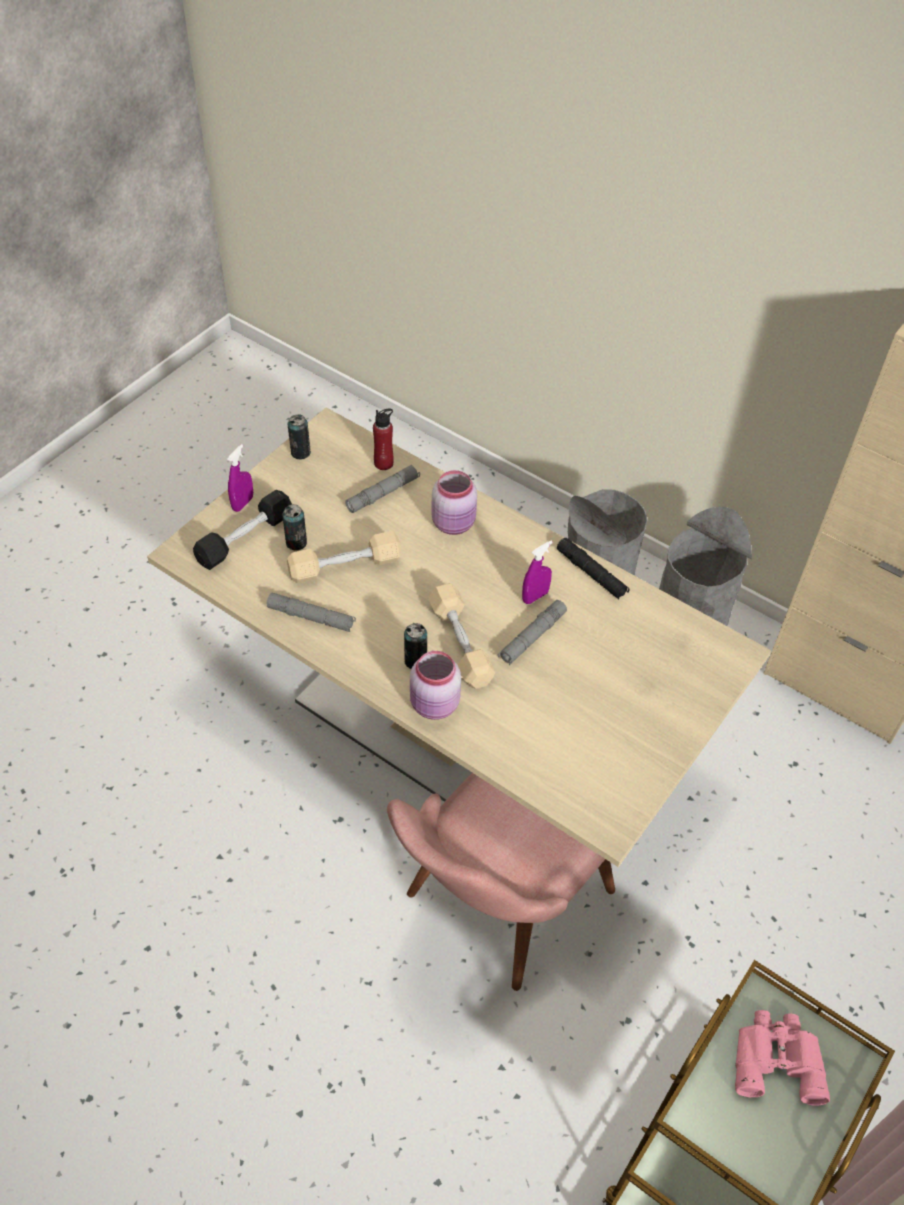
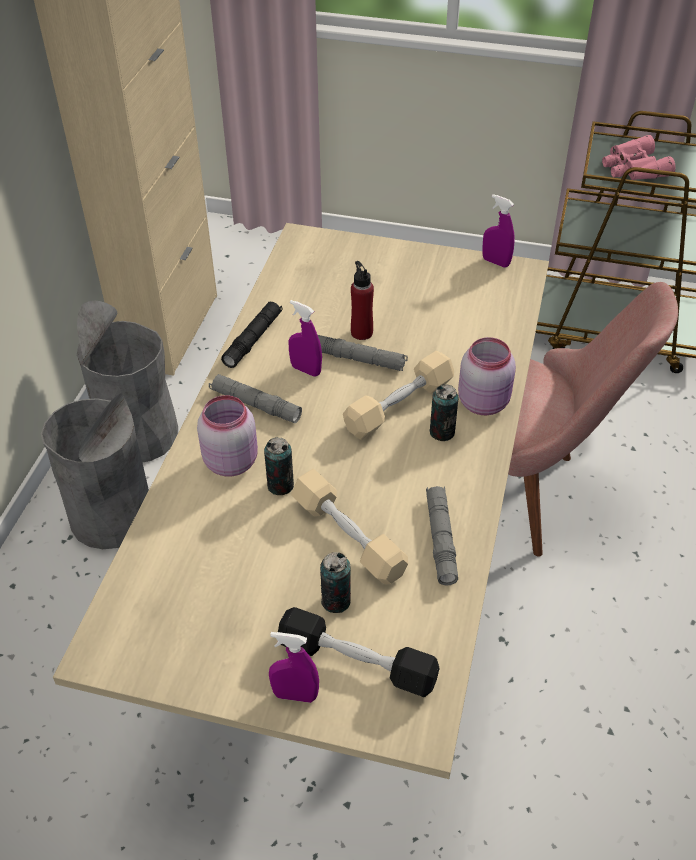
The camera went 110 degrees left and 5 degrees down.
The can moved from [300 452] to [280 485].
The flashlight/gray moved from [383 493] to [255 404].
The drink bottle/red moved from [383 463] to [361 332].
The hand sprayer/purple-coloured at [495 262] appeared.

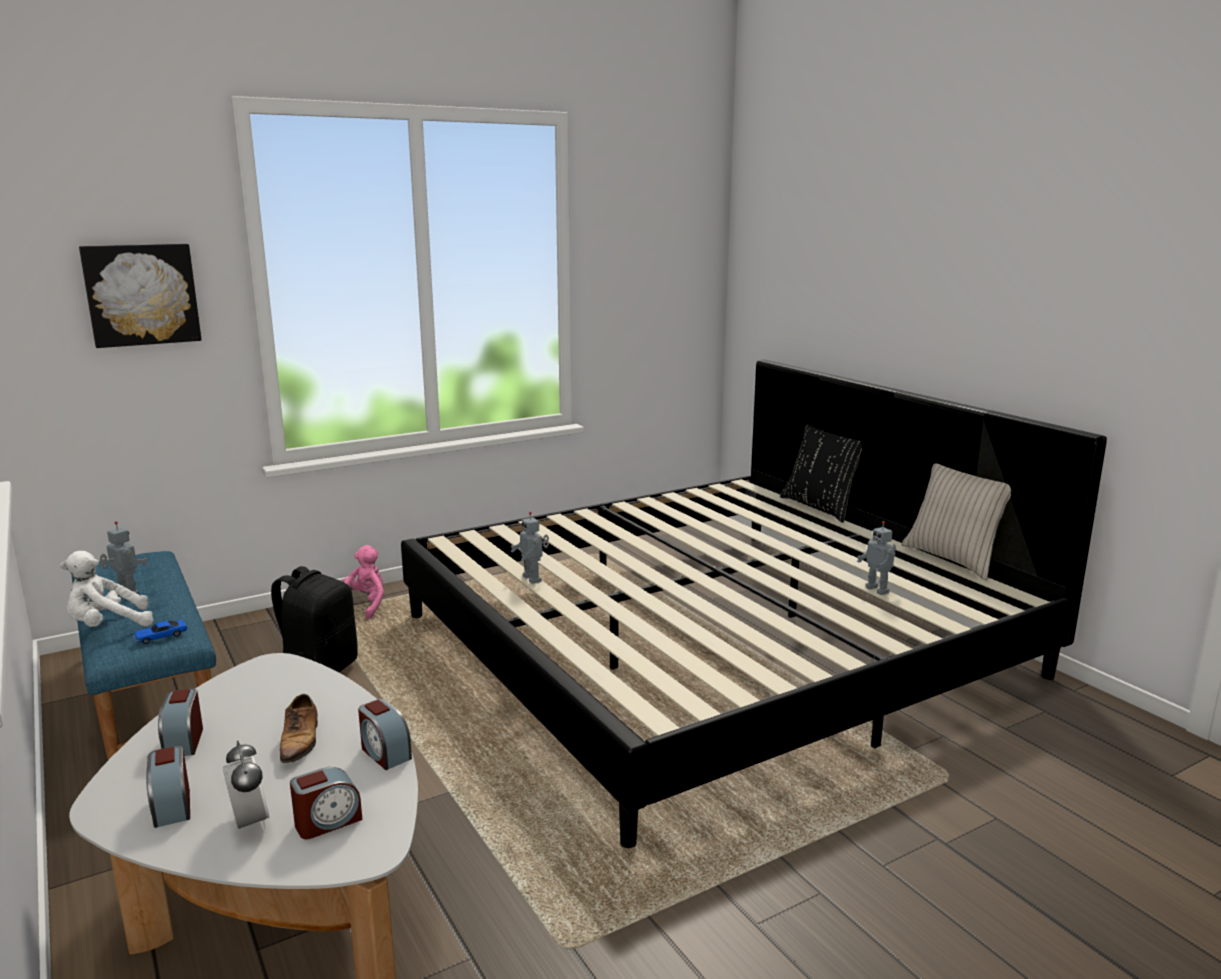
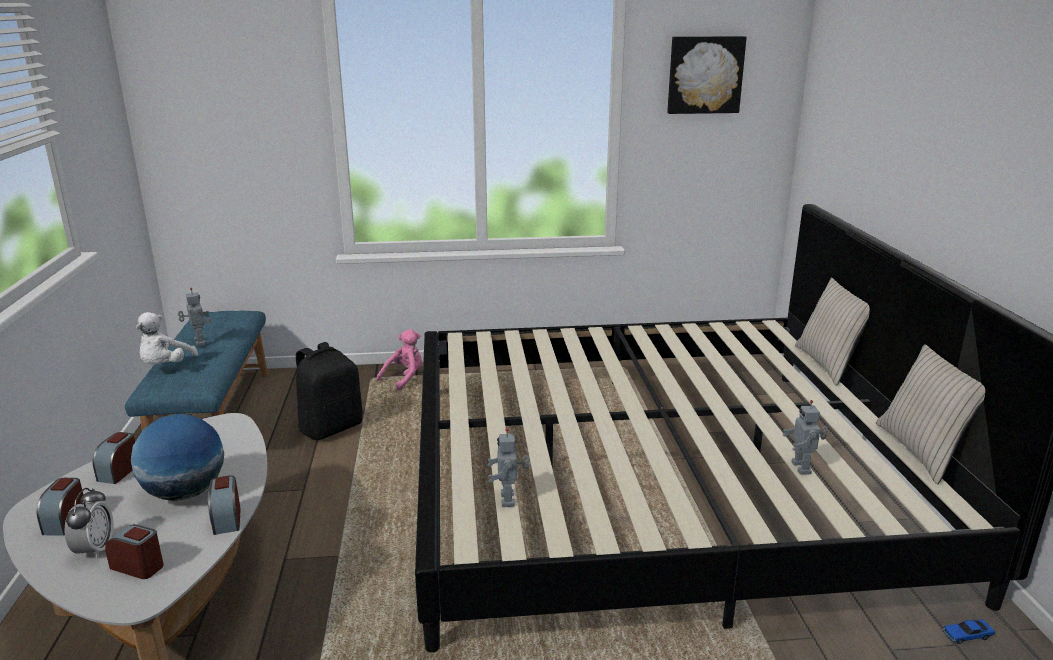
The camera went 25 degrees right and 5 degrees up.
The plush toy/white at [108 626] turned 75 degrees counterclockwise.
The wall art moved from [141 294] to [705 75].
The toy car moved from [161 636] to [967 635].
The item of footwear at [300 741] was replaced by the globe at [185 493].
The table clock at [328 822] turned 150 degrees counterclockwise.
The toy robot moved from [533 579] to [509 499].
The pillow/blackish at [821 507] became the pillow/sand-coloured at [828 364].

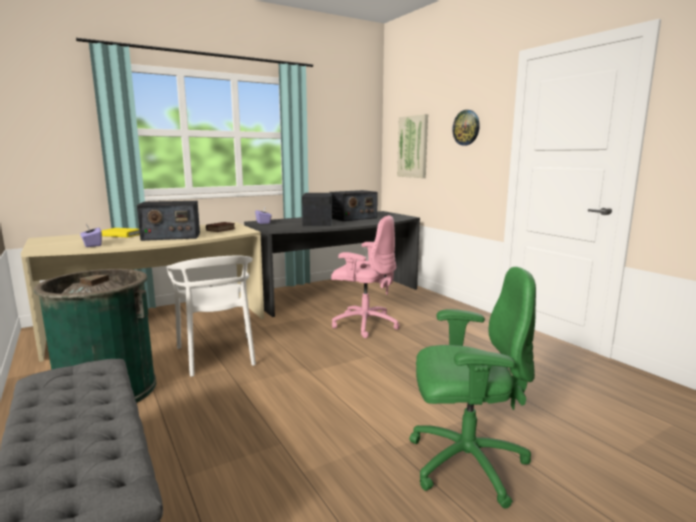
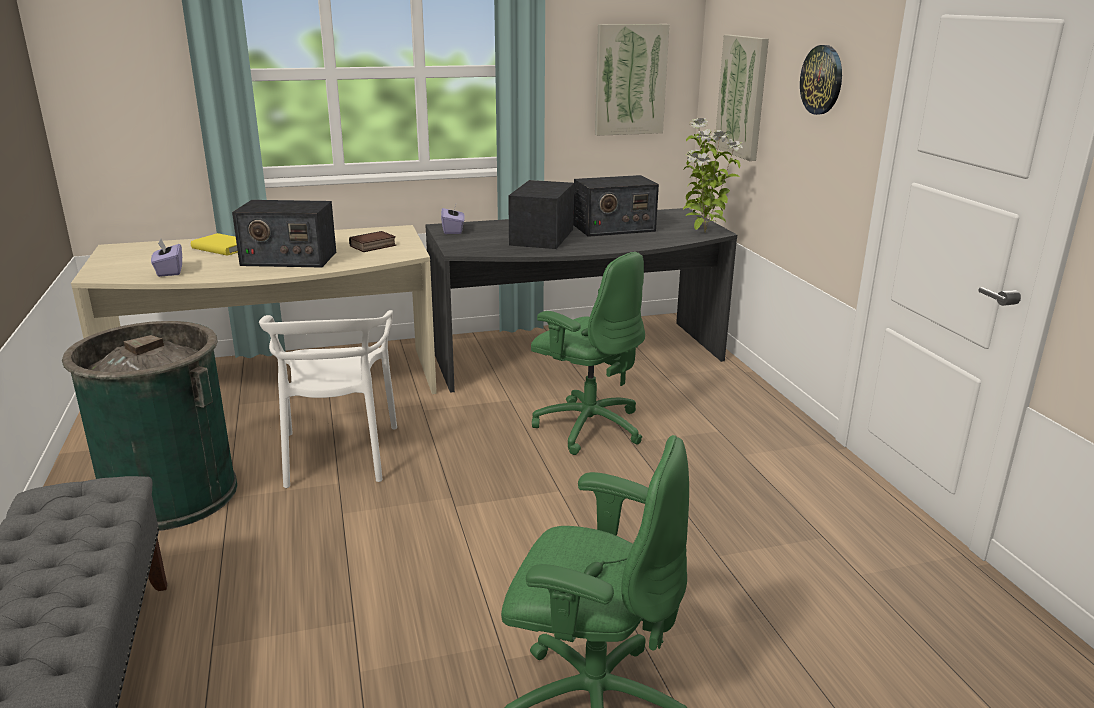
The camera went 15 degrees right and 10 degrees up.
The desk chair/pinkish at [364 324] became the desk chair/greenish at [588 426].
The wall art at [630 80] appeared.
The houseplant at [703 233] appeared.

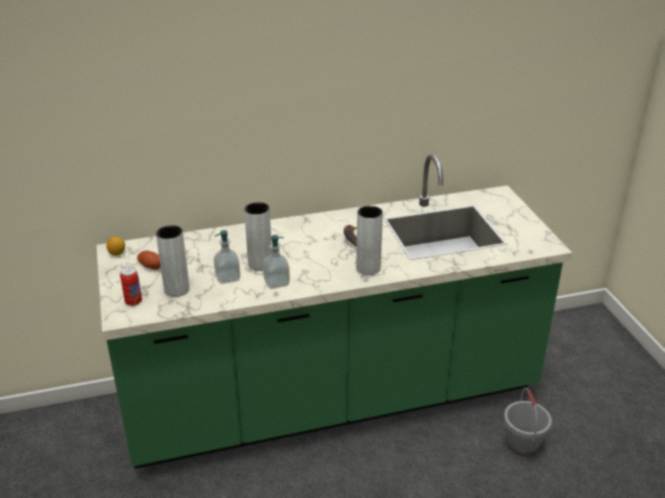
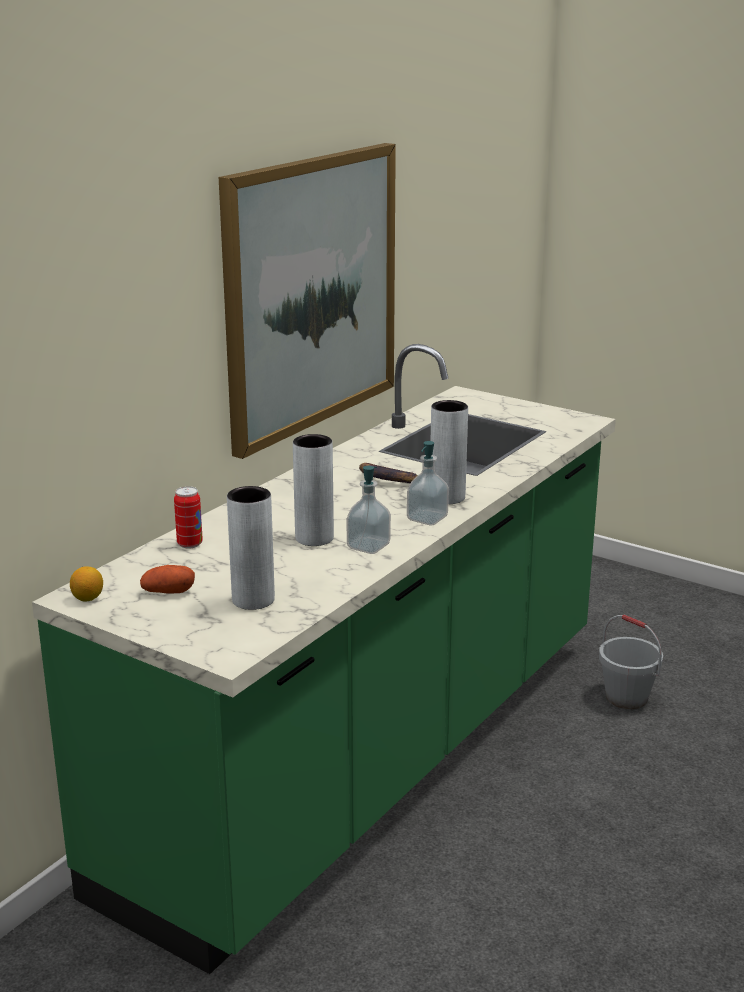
The camera went 40 degrees left and 10 degrees down.
The can moved from [133 302] to [190 544].
The soap dispenser moved from [227 277] to [427 518].
The wall art at [311 293] appeared.

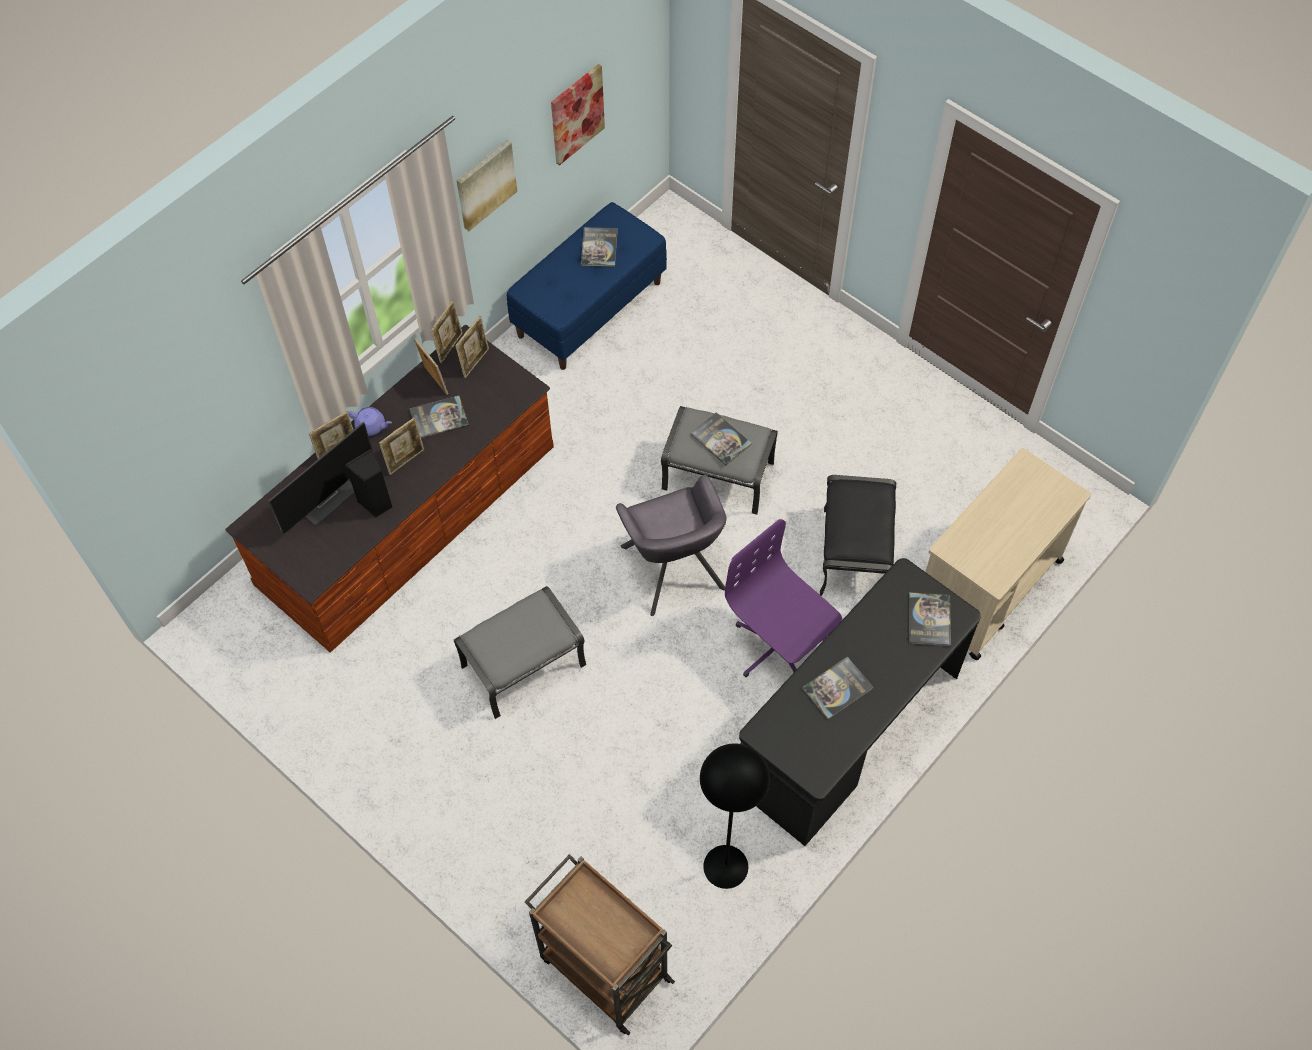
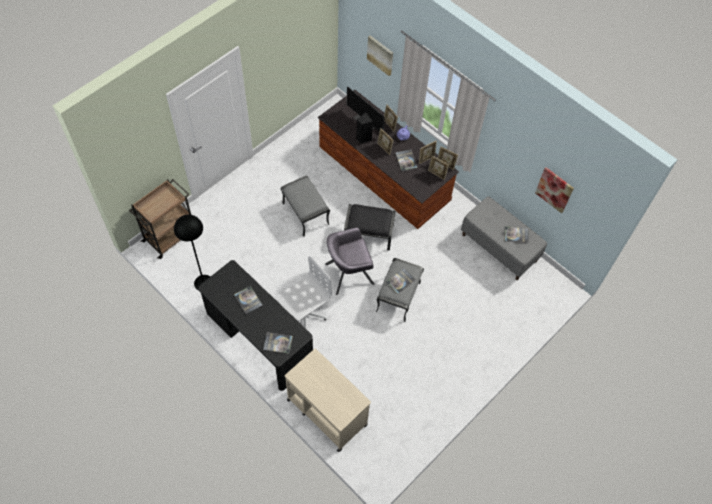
The camera went 90 degrees right and 0 degrees up.
The wall art moved from [485 184] to [380 55].
The indoor bench/bluish at [589 308] became the indoor bench/gray at [499 247].
The desk chair/purple-coloured at [779 647] became the desk chair/white at [304 314].
The ottoman/blackish moved from [855 554] to [368 235].

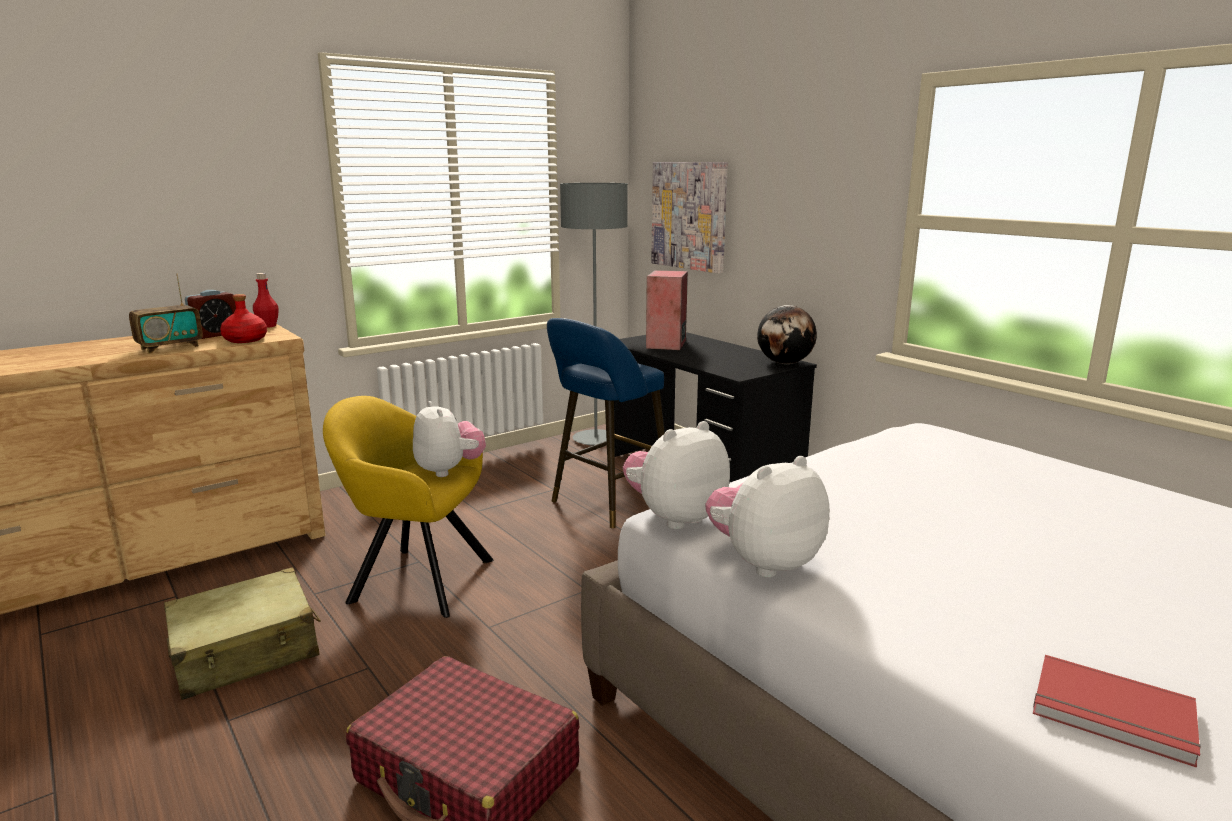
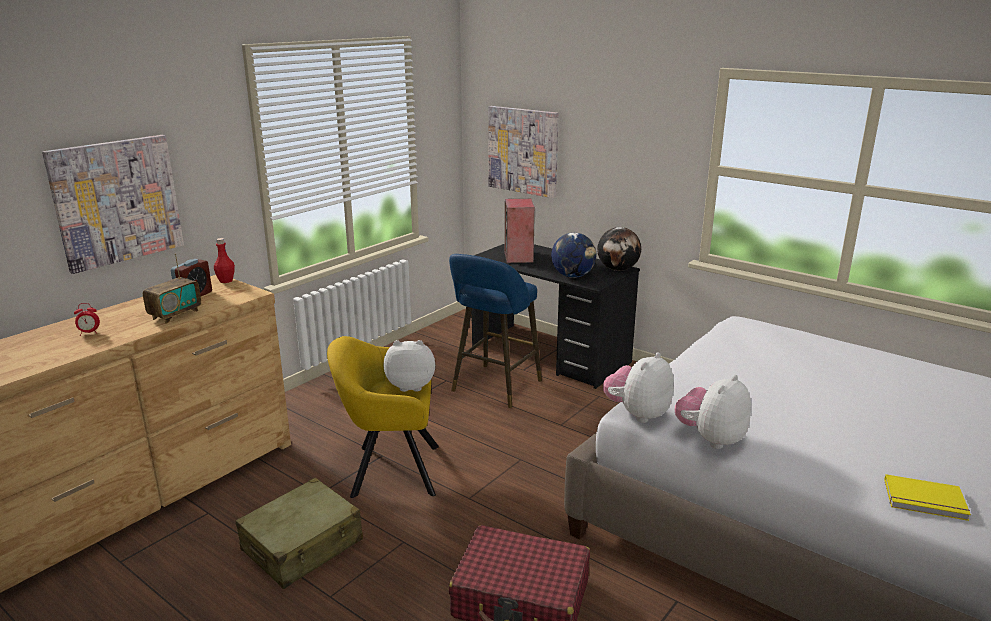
The camera went 15 degrees left and 5 degrees up.
The drink bottle/red at [245 340] disappeared.
The plush toy at [449 470] turned 45 degrees counterclockwise.
The standard lamp/gray at [596 440] disappeared.
The volume/red at [1113 715] became the volume/yellow-coloured at [925 501].
The wall art at [117 201] appeared.
The table clock at [89 333] appeared.
The globe at [573 276] appeared.

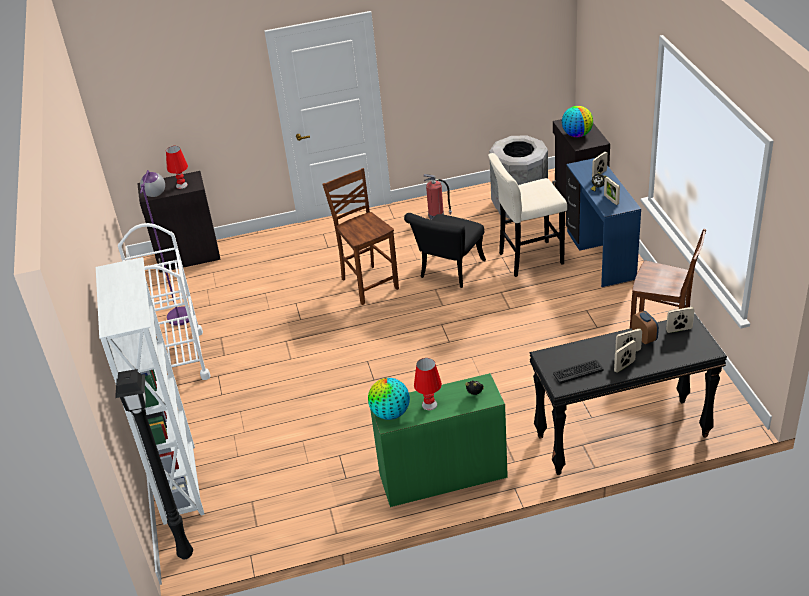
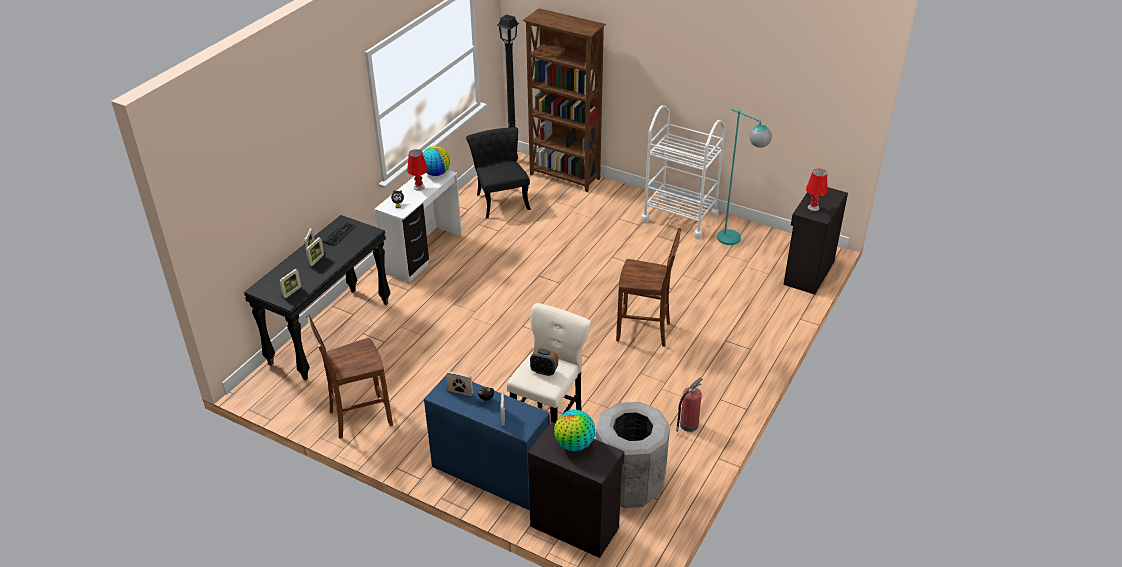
The camera went 130 degrees right and 0 degrees up.
The bookcase/white at [180 483] became the bookcase/brownish at [565 177].
The standard lamp/purple-coloured at [181 310] became the standard lamp/turquoise-coloured at [736 241].
The desk unit/greenish at [442 475] became the desk unit/white at [424 253].
The plain chair/blackish moved from [448 272] to [500 199].
The table clock moved from [644 338] to [544 371].

